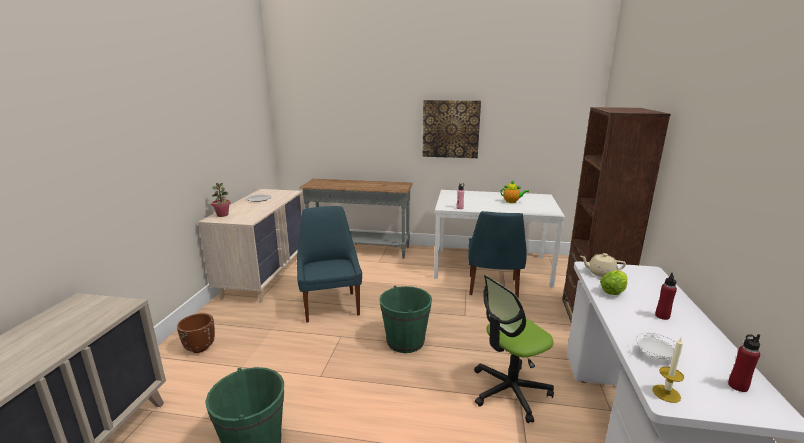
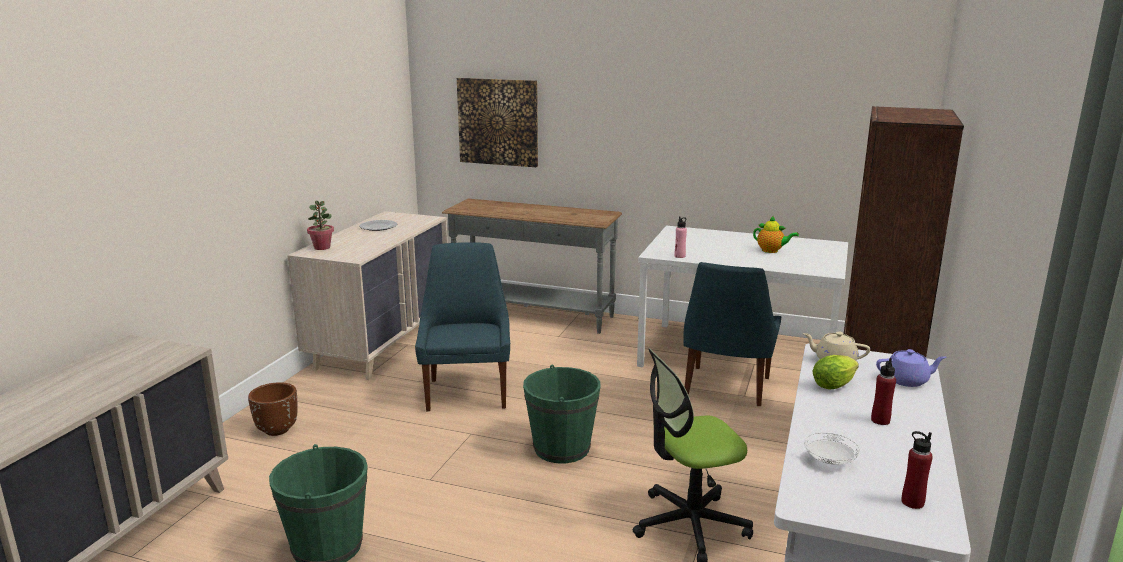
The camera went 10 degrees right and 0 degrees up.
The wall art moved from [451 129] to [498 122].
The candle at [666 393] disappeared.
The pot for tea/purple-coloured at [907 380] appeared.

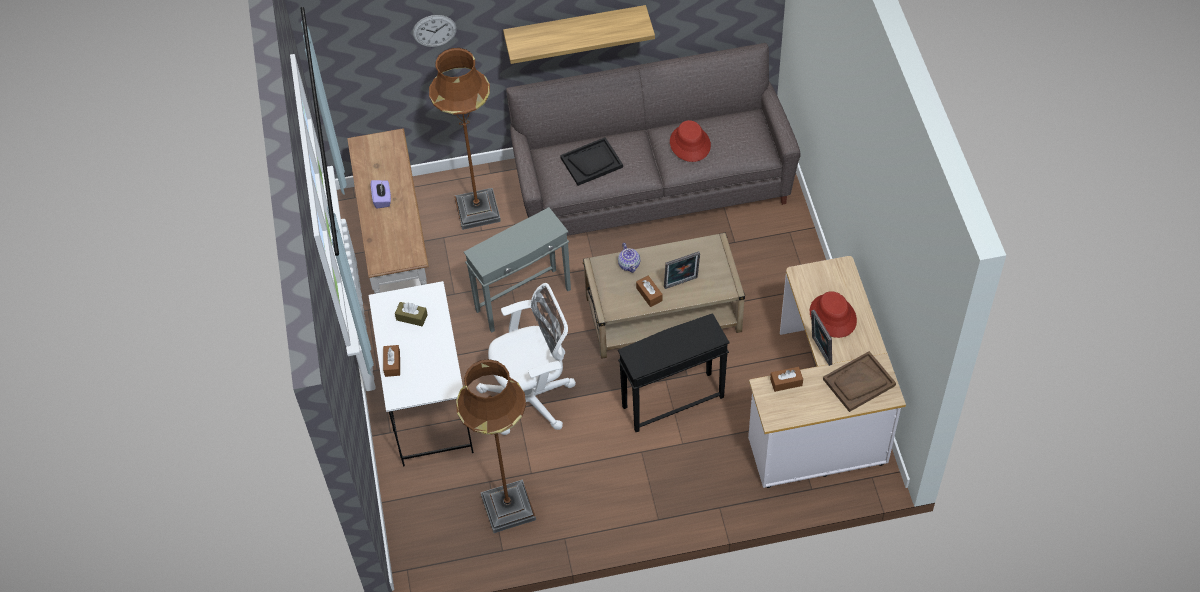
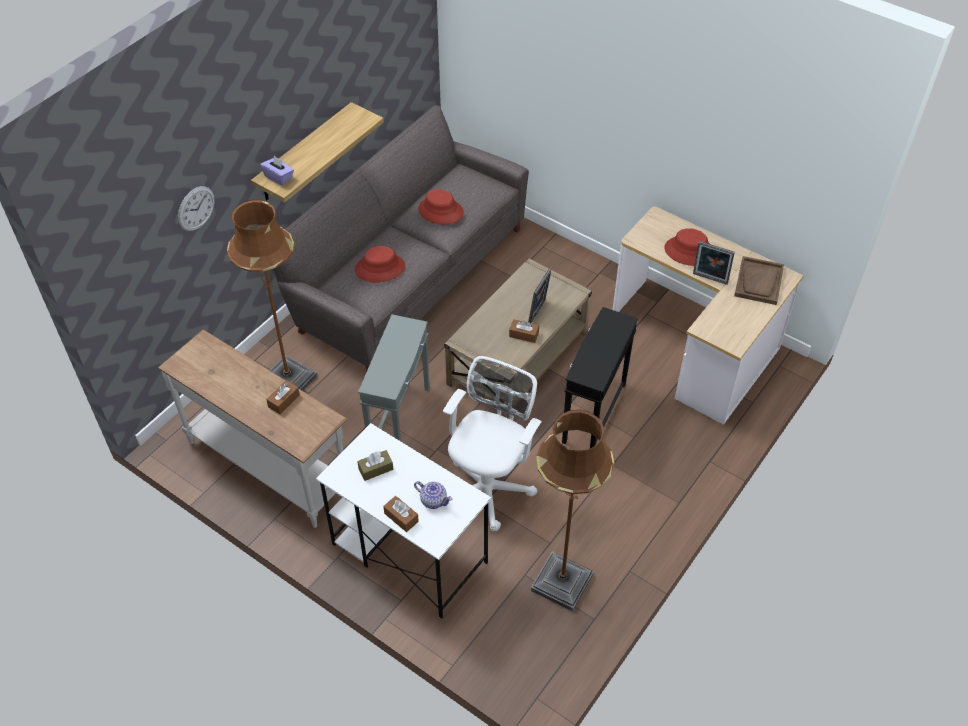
The camera went 45 degrees left and 5 degrees down.
The tissue holder/purple-coloured moved from [382 199] to [279 177].
The serving tray/blackish at [591 162] was replaced by the hat/red at [380 268].
The pot for tea moved from [629 264] to [433 500].
The tissue holder/brownish moved from [786 382] to [284 401].

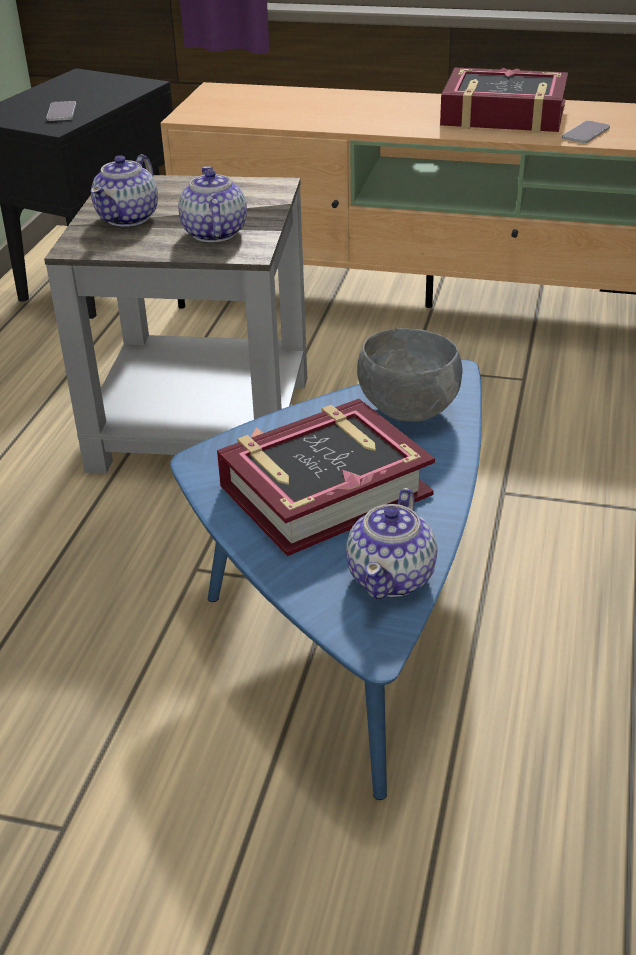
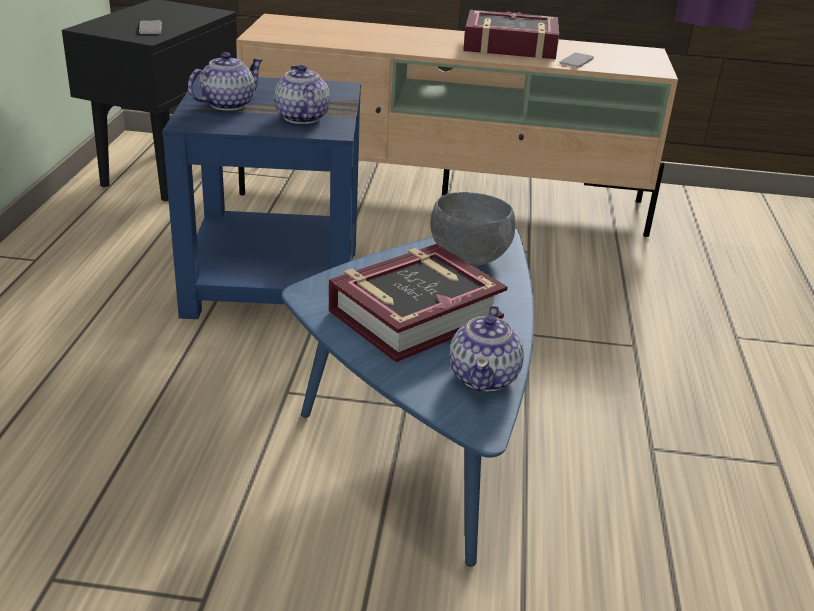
The camera went 10 degrees left and 5 degrees down.
The accent table/gray at [205 420] became the accent table/bluish at [276 279].
The pot for tea at [129 217] turned 150 degrees counterclockwise.

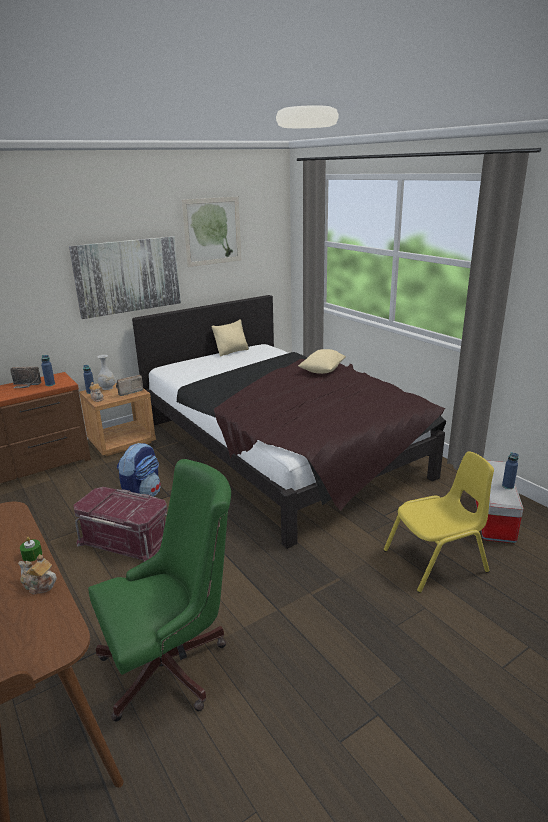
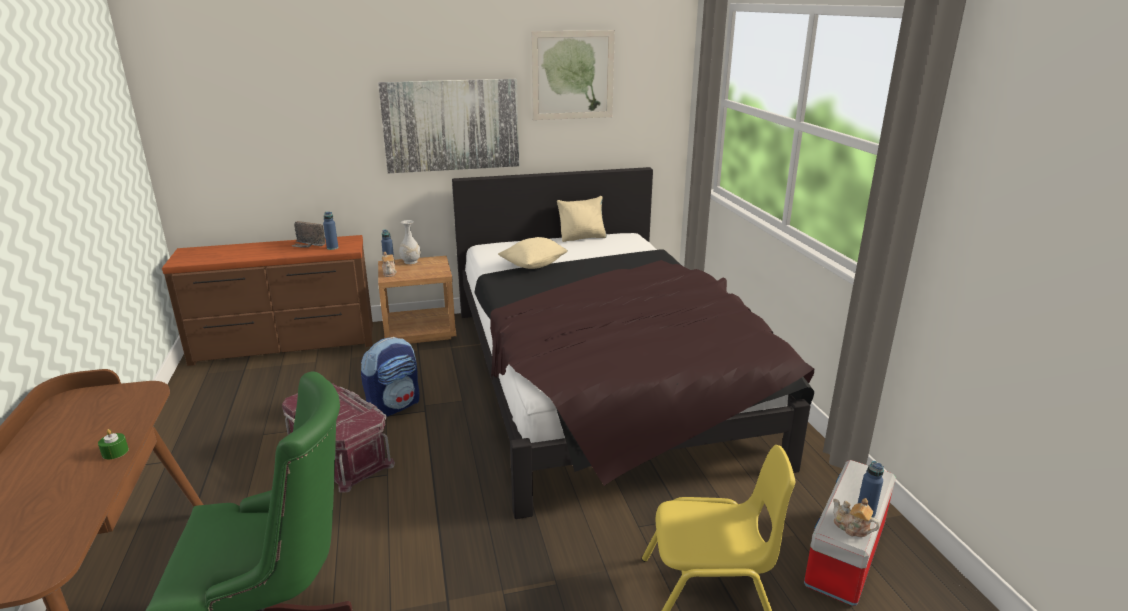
The camera went 20 degrees right and 0 degrees up.
The pot for tea moved from [39 585] to [851 528].
The radio set at [128 392] disappeared.
The pillow/sand-coloured moved from [322 371] to [533 265].

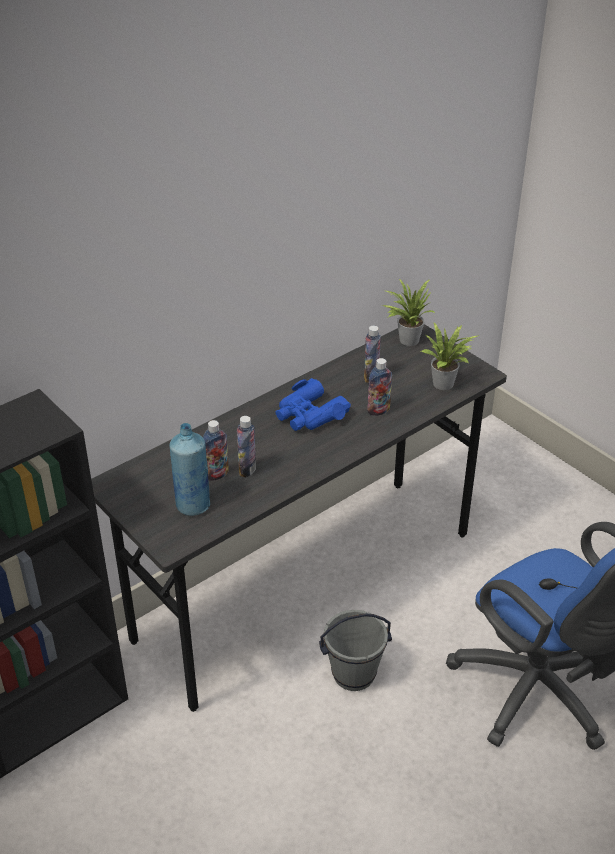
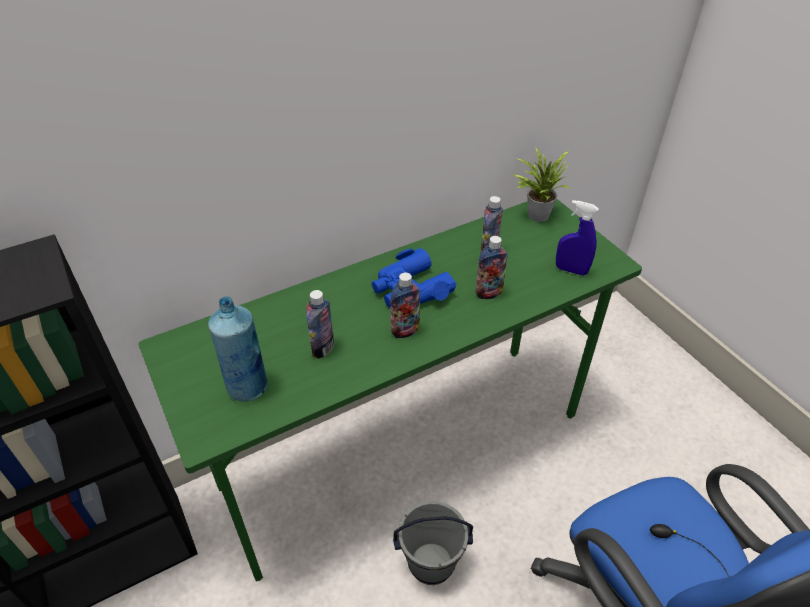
The camera went 10 degrees right and 5 degrees up.
The desk unit/gray at [306 584] became the desk unit/greenish at [404 449].
The drink bottle moved from [216 474] to [405 331].
The houseplant at [446 384] was replaced by the hand sprayer/bluish at [571 270].

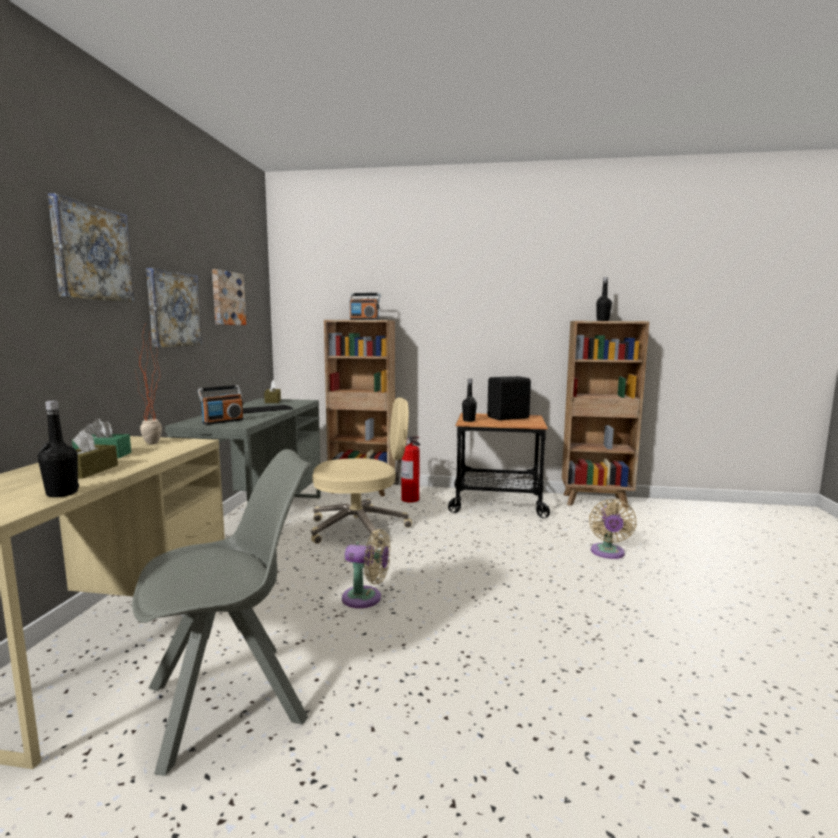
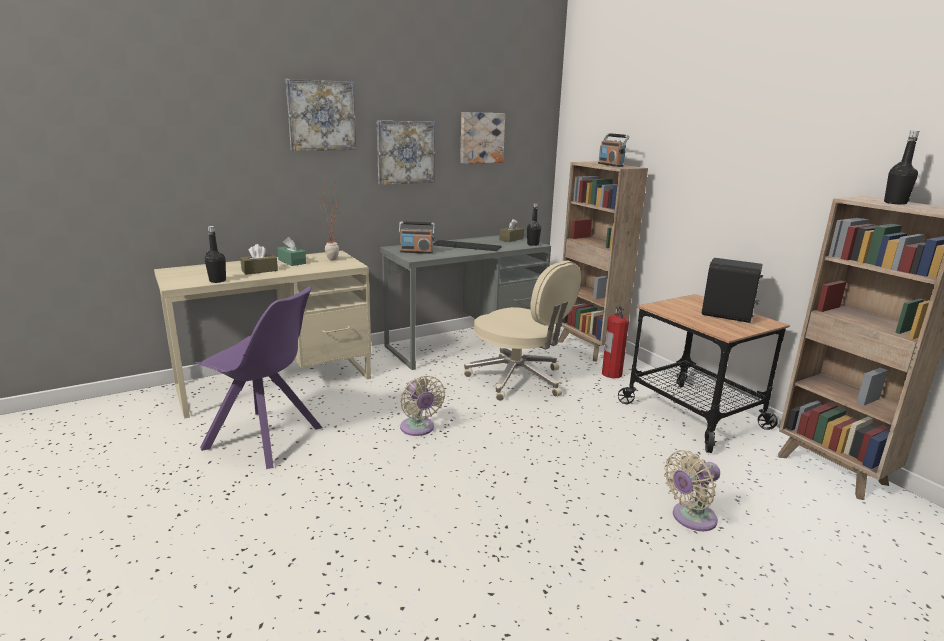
The camera went 50 degrees right and 10 degrees up.
The plain chair/gray at [231 702] became the plain chair/purple-coloured at [266 439].
The drink bottle/blackish moved from [469 420] to [533 244].

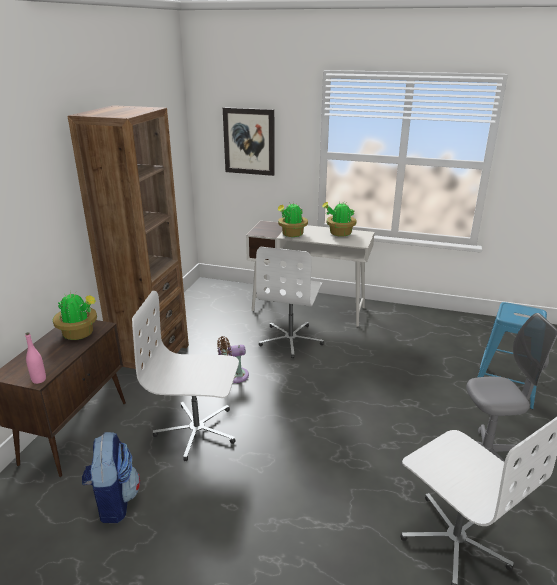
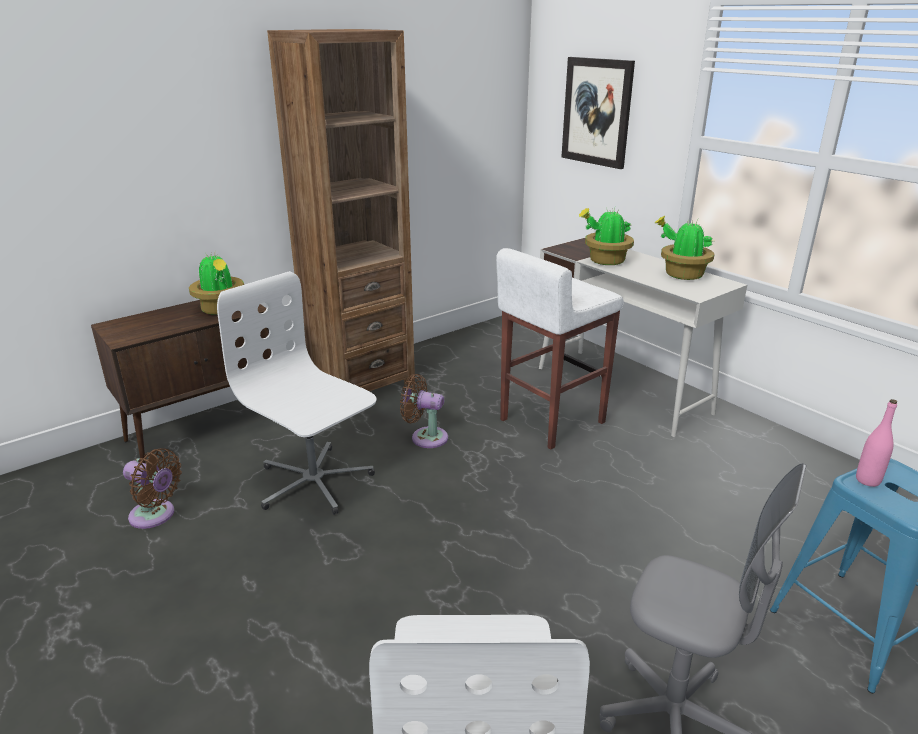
The camera went 35 degrees right and 0 degrees up.
The drink bottle/pinkish moved from [39 380] to [867 480].
The rucksack at [114 501] was replaced by the fan/brownish at [155 516].
The desk chair/white at [291 340] was replaced by the stool/white at [550 421].

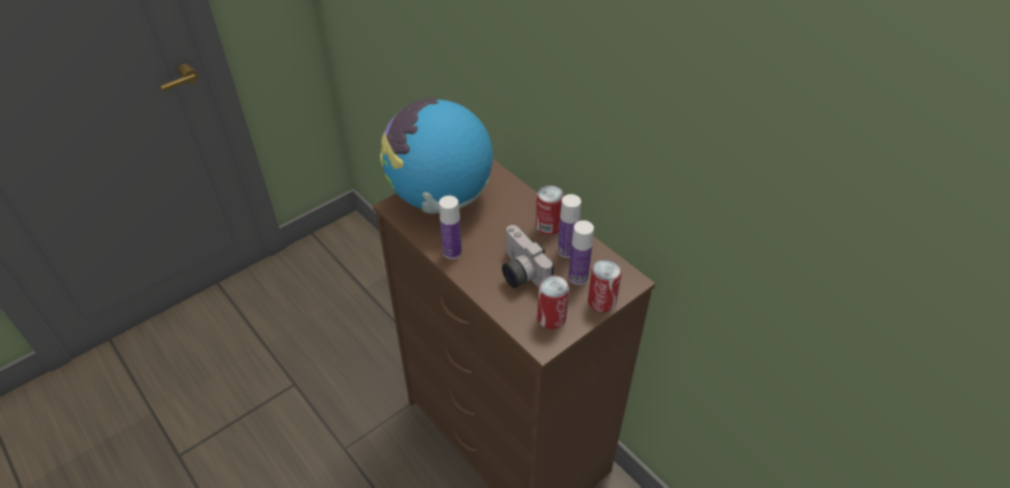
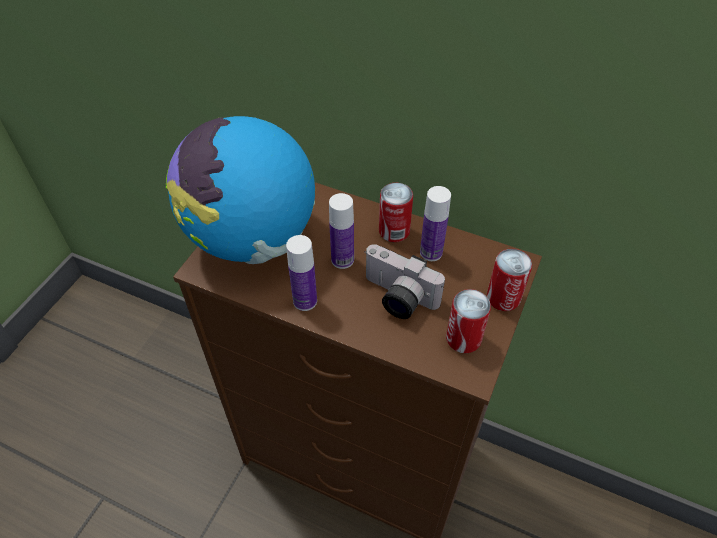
The camera went 25 degrees left and 5 degrees up.
The drink bottle moved from [578 277] to [342 260].

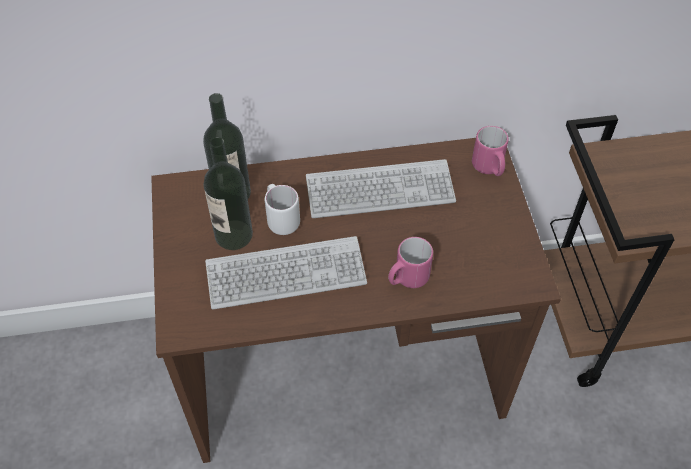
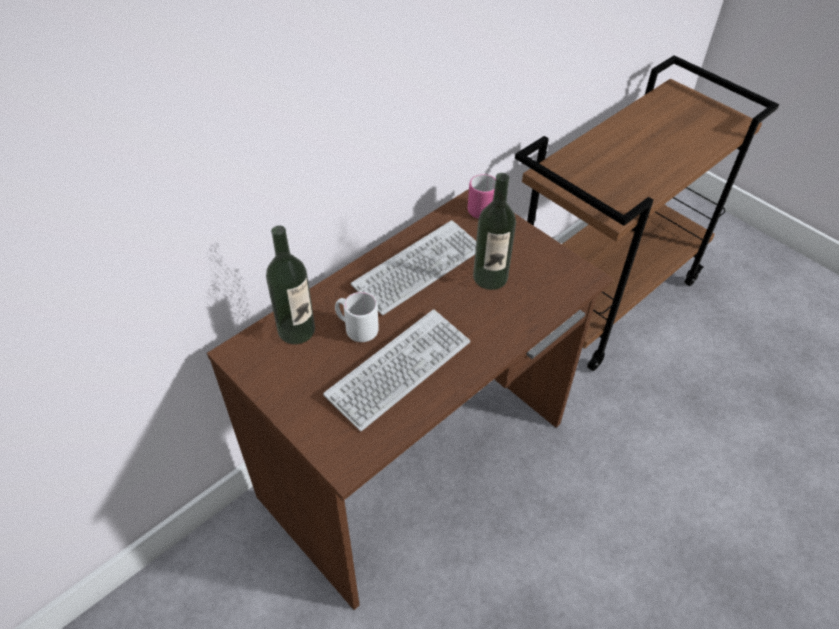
The camera went 35 degrees left and 5 degrees down.
The drink bottle moved from [233 235] to [490 277].
The mug/pinkish at [407 279] disappeared.

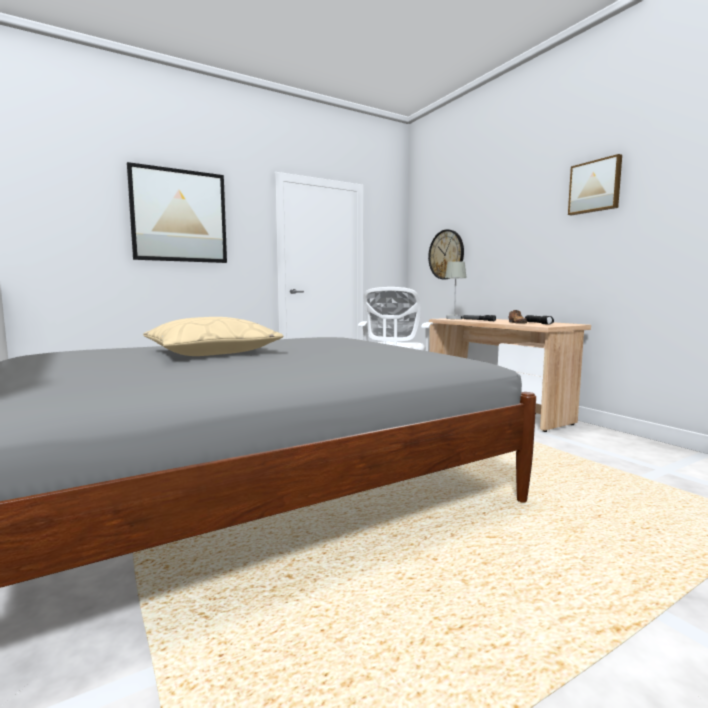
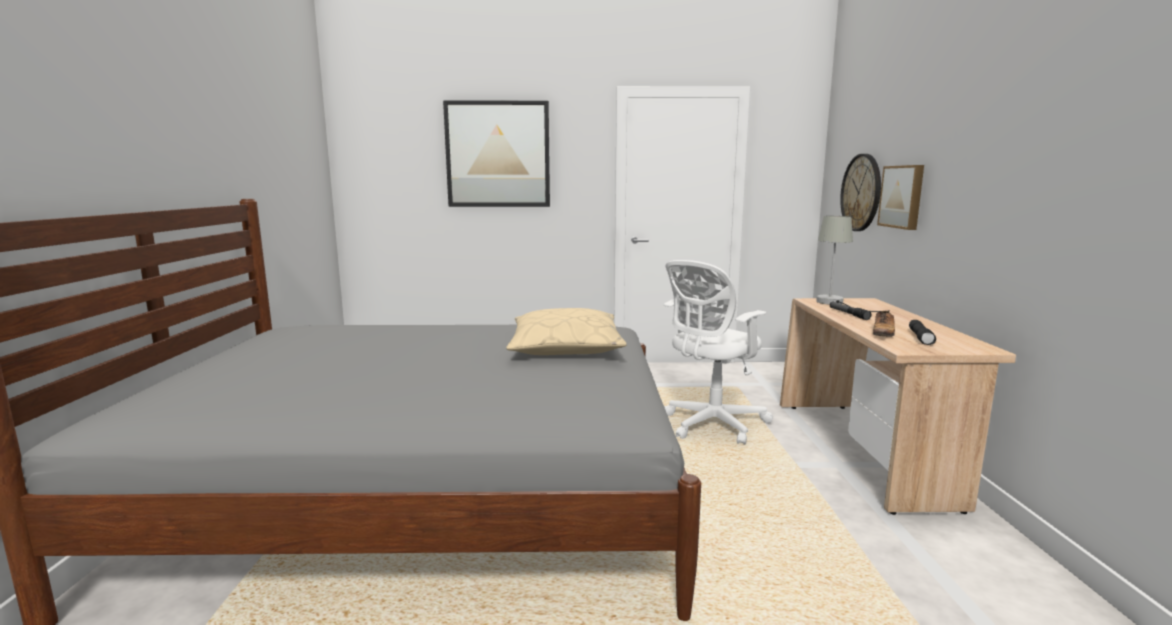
The camera went 30 degrees right and 5 degrees up.
The pillow/sand-coloured moved from [211 352] to [565 347].
The wall art moved from [595 186] to [903 196].

